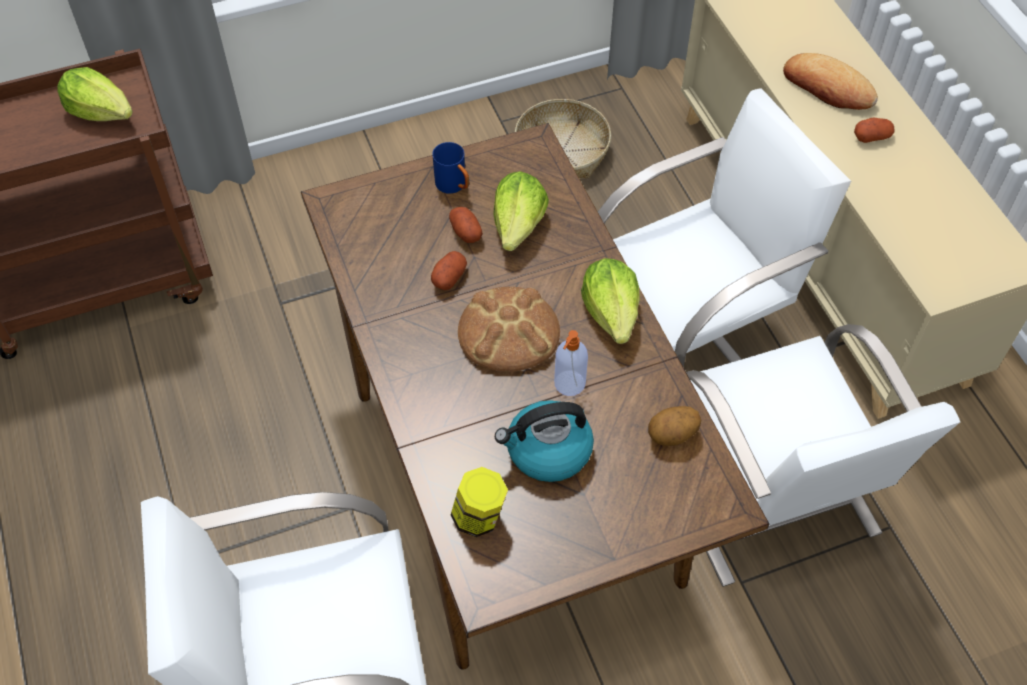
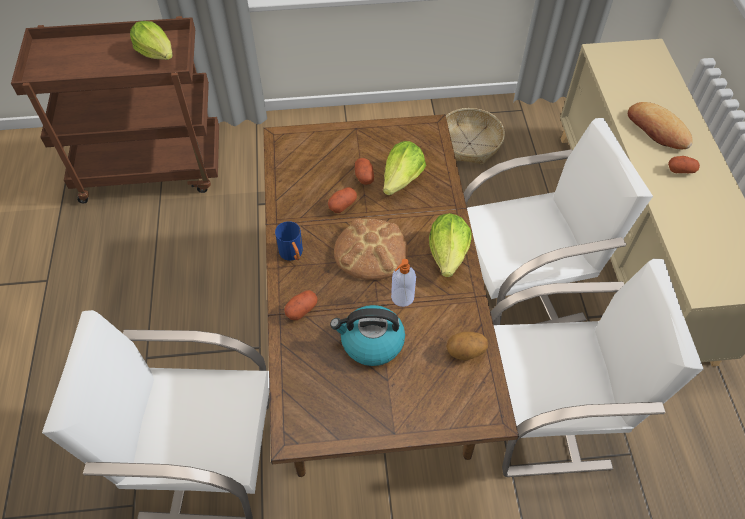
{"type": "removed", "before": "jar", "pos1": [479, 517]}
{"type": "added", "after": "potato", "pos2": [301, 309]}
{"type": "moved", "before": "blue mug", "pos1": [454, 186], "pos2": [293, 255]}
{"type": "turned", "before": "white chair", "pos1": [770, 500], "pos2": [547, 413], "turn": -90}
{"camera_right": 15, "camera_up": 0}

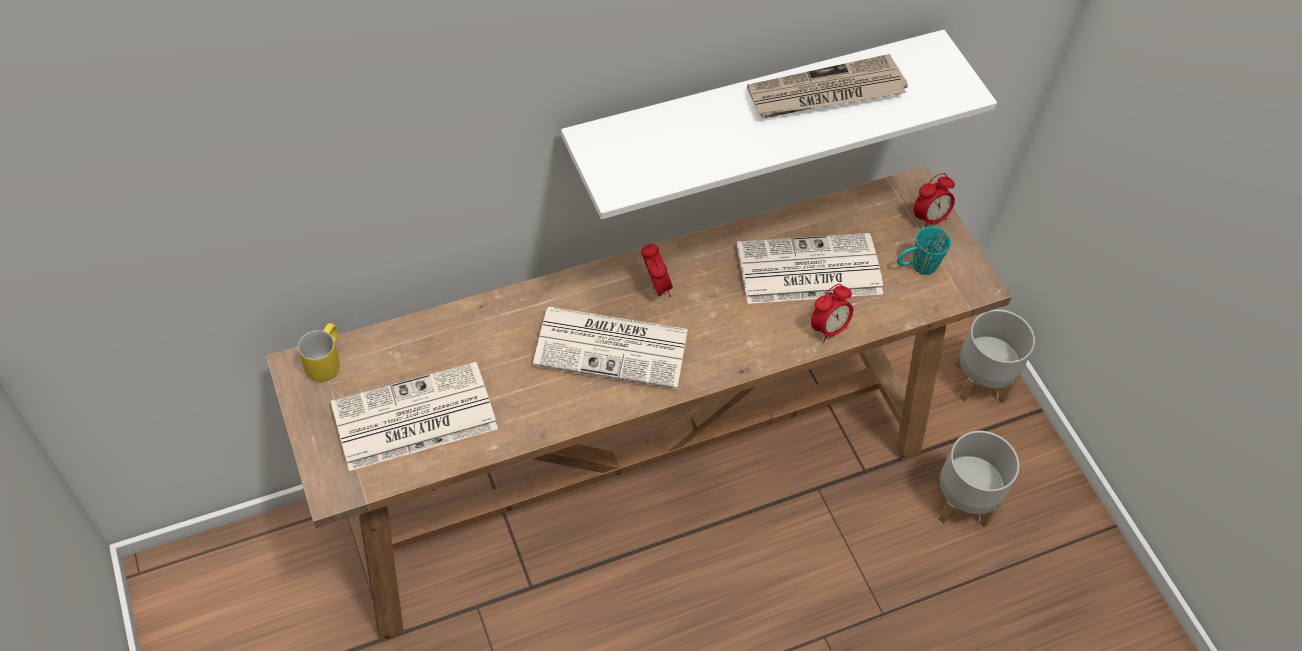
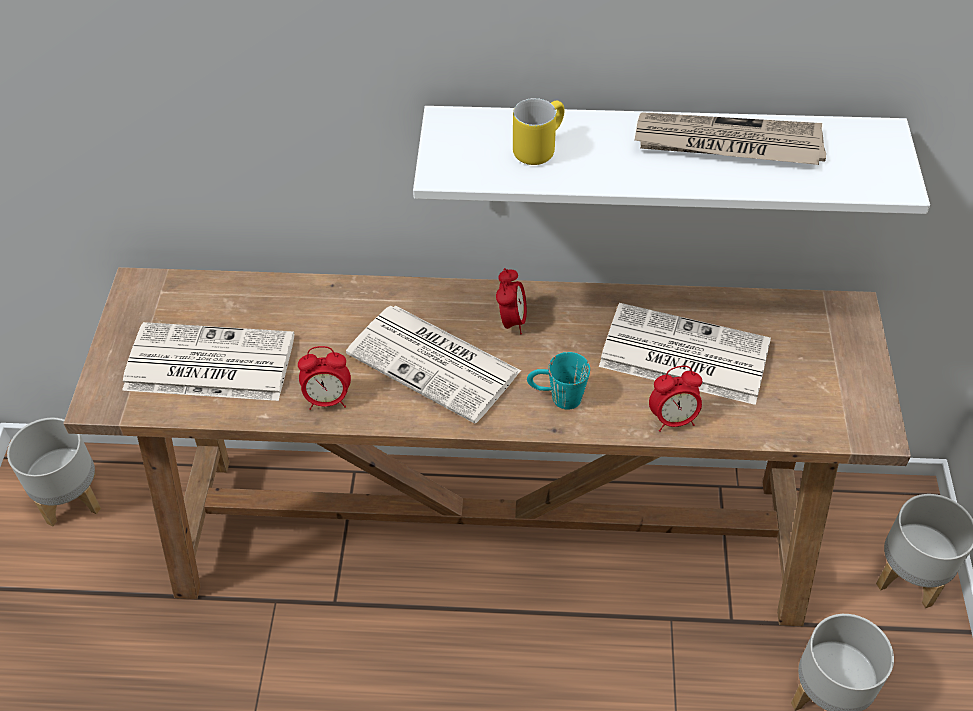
{"type": "added", "after": "grey planter", "pos2": [71, 497]}
{"type": "moved", "before": "yellow mug", "pos1": [324, 361], "pos2": [537, 147]}
{"type": "moved", "before": "turquoise mug", "pos1": [916, 267], "pos2": [556, 397]}
{"type": "moved", "before": "alarm clock", "pos1": [929, 218], "pos2": [328, 400]}
{"camera_right": 30, "camera_up": -5}

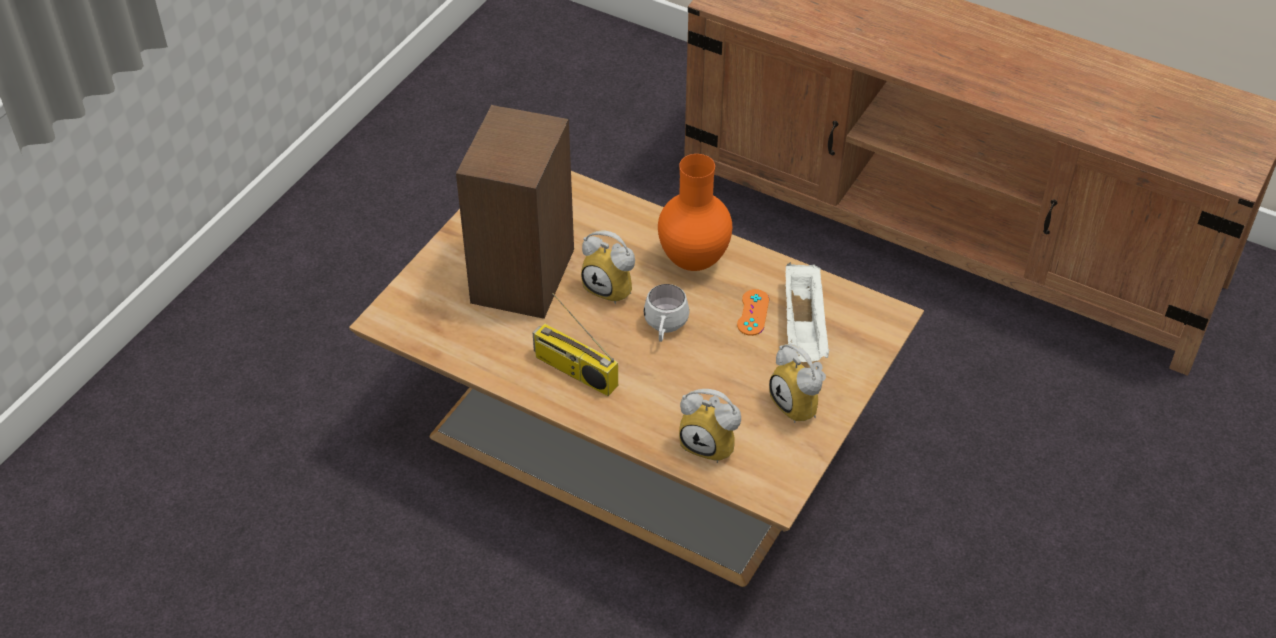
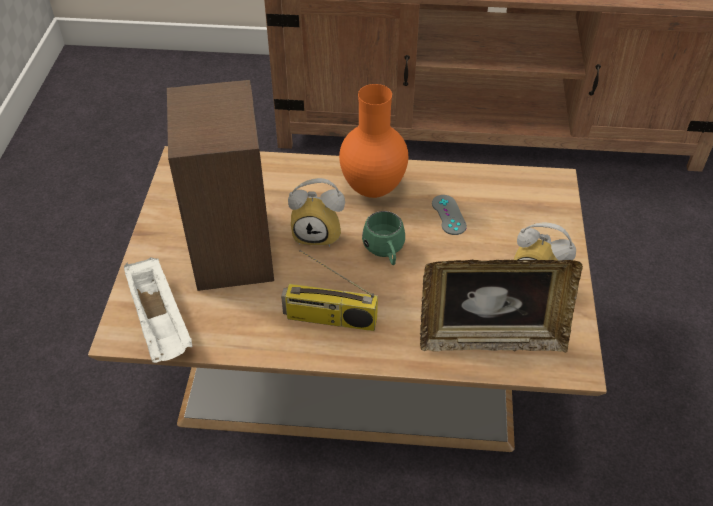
{"type": "moved", "before": "white tray", "pos1": [804, 329], "pos2": [161, 323]}
{"type": "replaced", "before": "alarm clock", "after": "picture frame", "pos1": [712, 443], "pos2": [491, 339]}
{"type": "recoloured", "before": "white mug", "after": "green mug", "pos1": [664, 329], "pos2": [385, 253]}
{"type": "recoloured", "before": "orange game controller", "after": "grey game controller", "pos1": [753, 312], "pos2": [448, 215]}
{"camera_right": -25, "camera_up": 0}

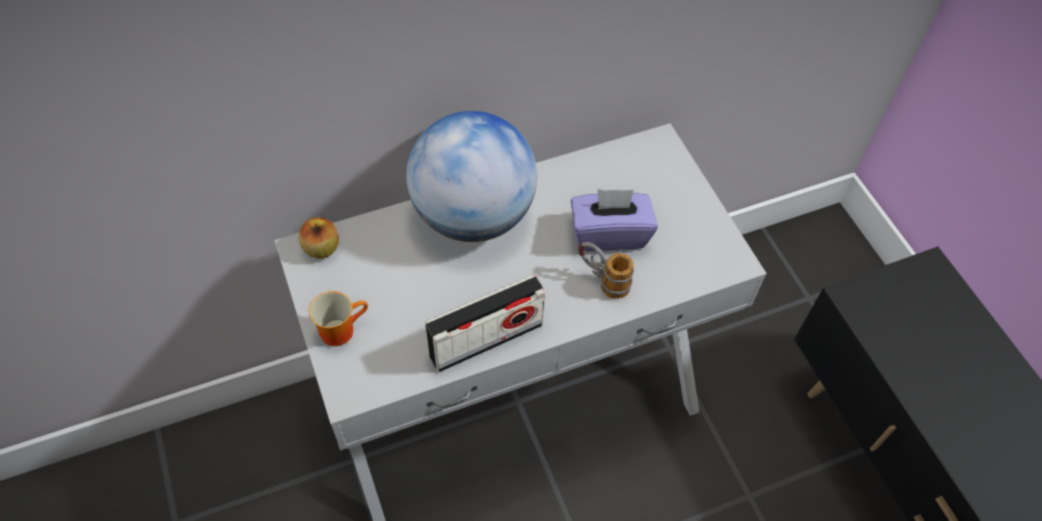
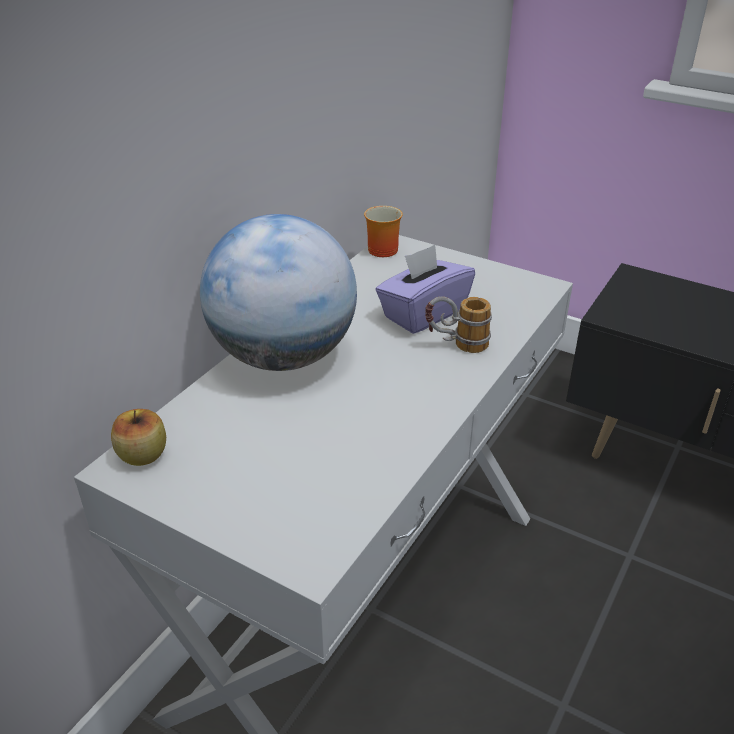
{"type": "removed", "before": "radio", "pos1": [486, 340]}
{"type": "moved", "before": "mug", "pos1": [340, 328], "pos2": [382, 248]}
{"camera_right": -35, "camera_up": -20}

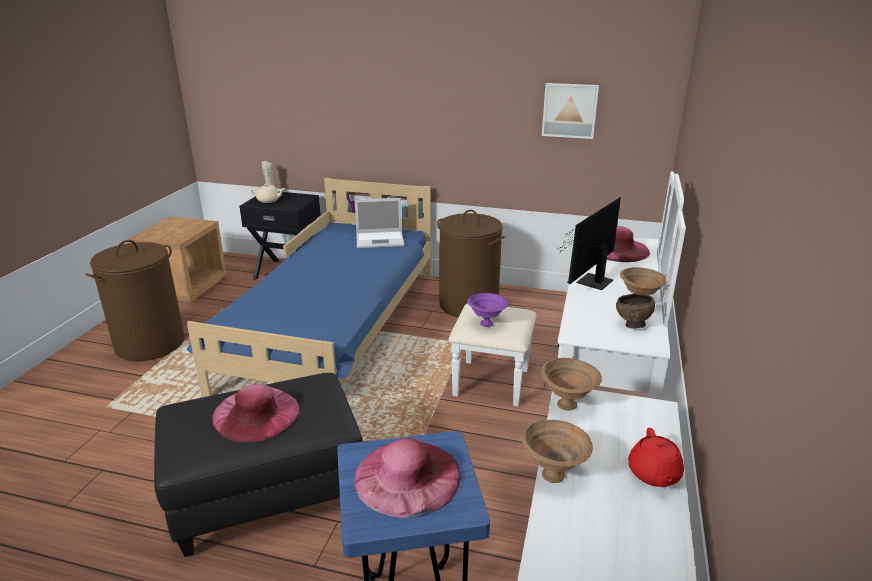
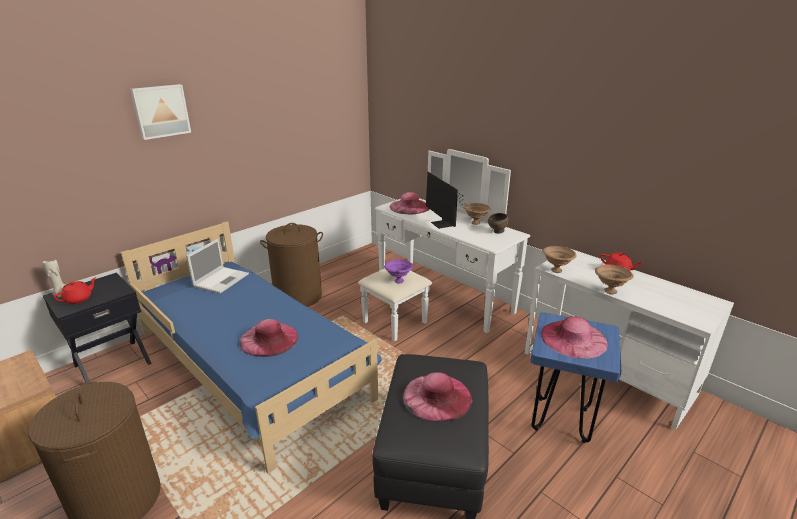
{"type": "added", "after": "pink hat", "pos2": [269, 339]}
{"type": "moved", "before": "picture", "pos1": [569, 110], "pos2": [161, 111]}
{"type": "recoloured", "before": "beige teapot", "after": "red teapot", "pos1": [269, 200], "pos2": [79, 299]}
{"camera_right": -60, "camera_up": 0}

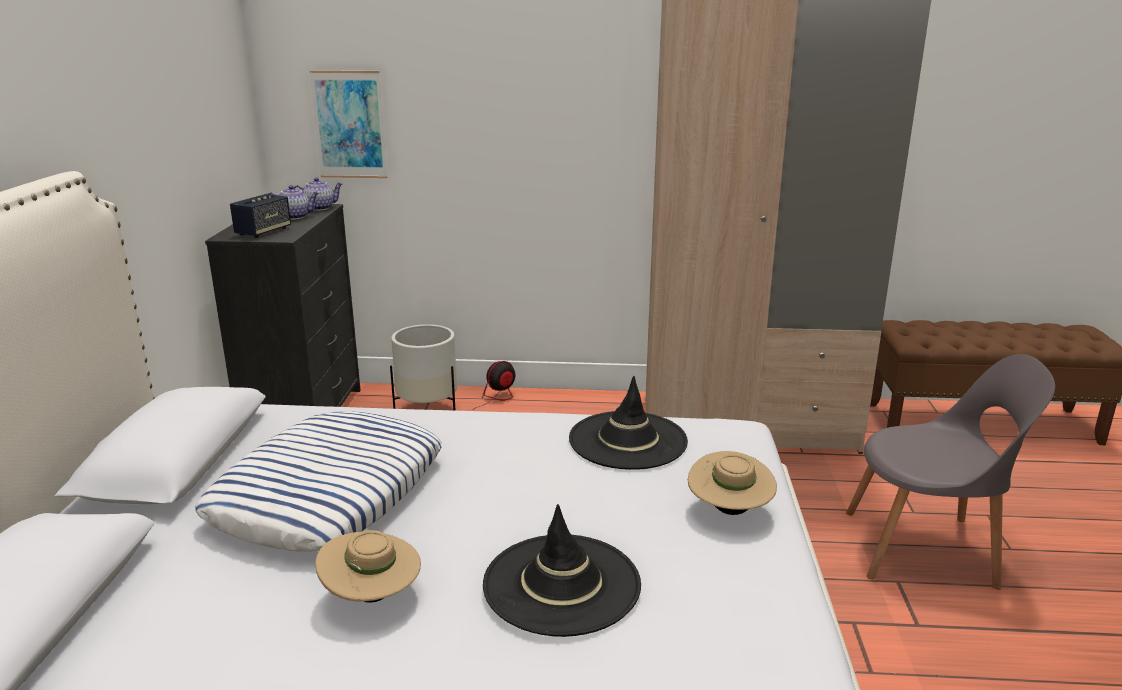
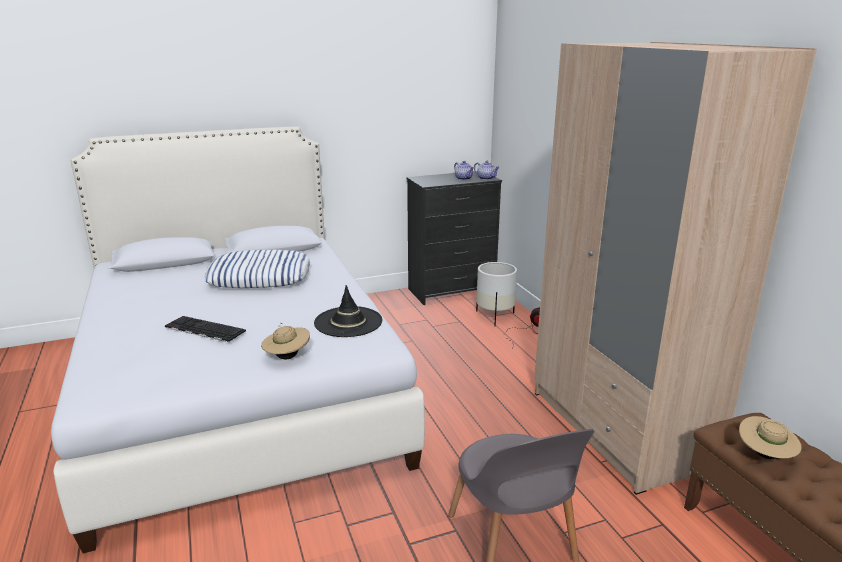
{"type": "removed", "before": "speaker", "pos1": [263, 232]}
{"type": "removed", "before": "picture", "pos1": [349, 125]}
{"type": "moved", "before": "beige hat", "pos1": [372, 596], "pos2": [765, 455]}
{"type": "replaced", "before": "black hat", "after": "keyboard", "pos1": [562, 584], "pos2": [203, 329]}
{"camera_right": 65, "camera_up": 0}

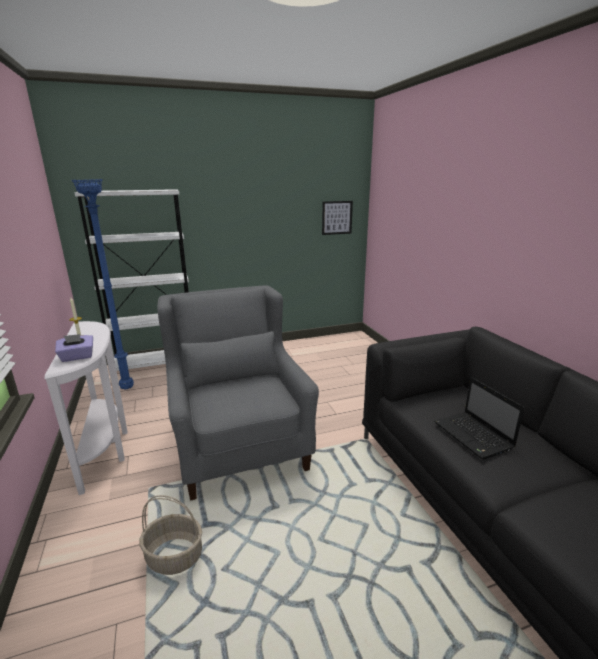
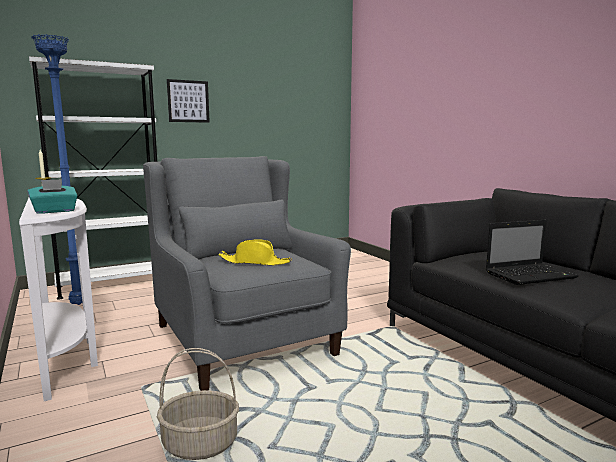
{"type": "added", "after": "yellow hat", "pos2": [255, 262]}
{"type": "moved", "before": "picture", "pos1": [337, 217], "pos2": [188, 101]}
{"type": "recoloured", "before": "purple tissue box", "after": "turquoise tissue box", "pos1": [77, 357], "pos2": [54, 211]}
{"type": "turned", "before": "laptop", "pos1": [474, 436], "pos2": [531, 275], "turn": -75}
{"camera_right": -10, "camera_up": -10}

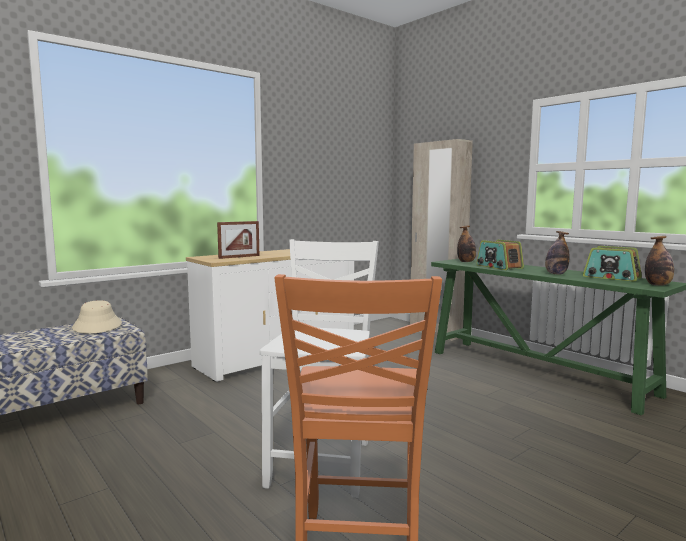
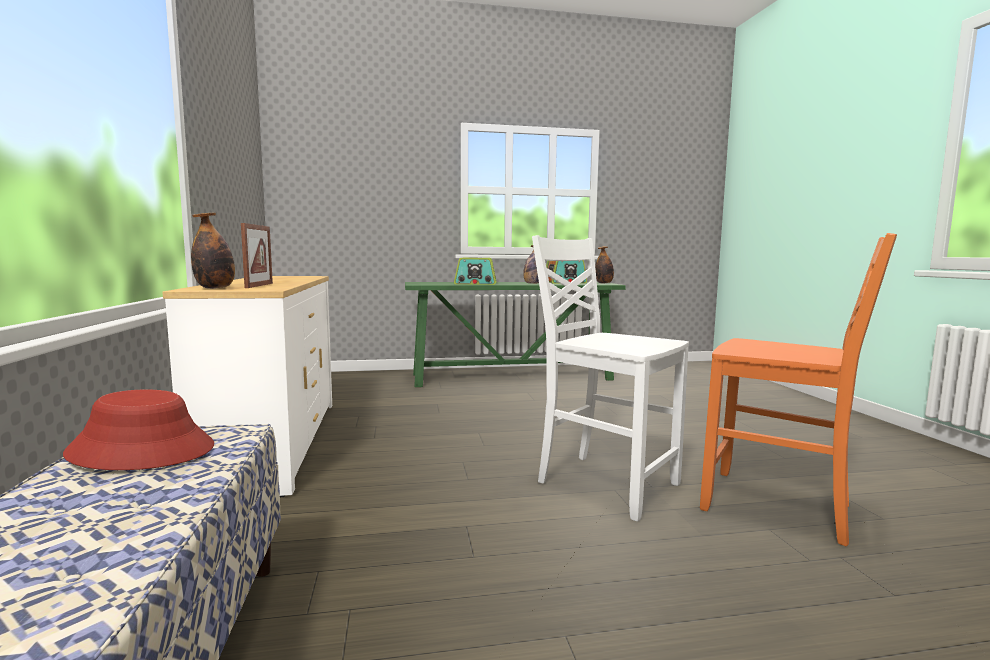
{"type": "removed", "before": "beige wardrobe", "pos1": [436, 333]}
{"type": "moved", "before": "bottle", "pos1": [466, 262], "pos2": [215, 288]}
{"type": "recoloured", "before": "beige hat", "after": "red hat", "pos1": [97, 326], "pos2": [142, 450]}
{"camera_right": -60, "camera_up": 0}

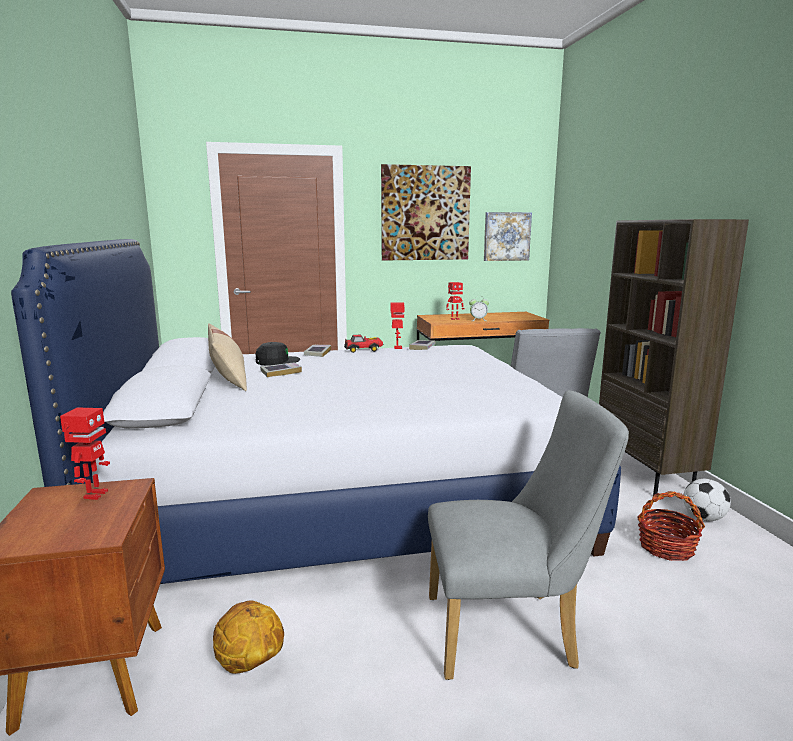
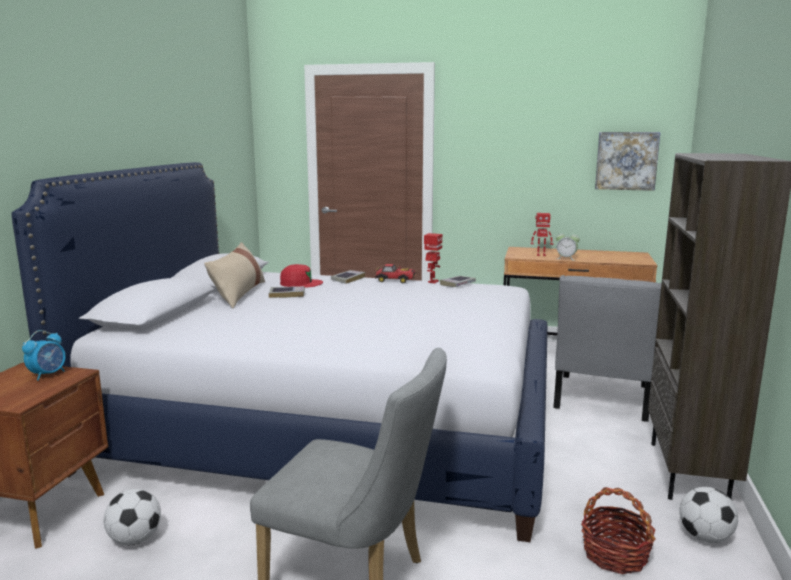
{"type": "removed", "before": "picture", "pos1": [425, 213]}
{"type": "replaced", "before": "toy robot", "after": "alarm clock", "pos1": [94, 495], "pos2": [48, 374]}
{"type": "replaced", "before": "basketball", "after": "football", "pos1": [249, 664], "pos2": [135, 539]}
{"type": "recoloured", "before": "black cap", "after": "red cap", "pos1": [277, 361], "pos2": [300, 283]}
{"camera_right": 25, "camera_up": 0}

